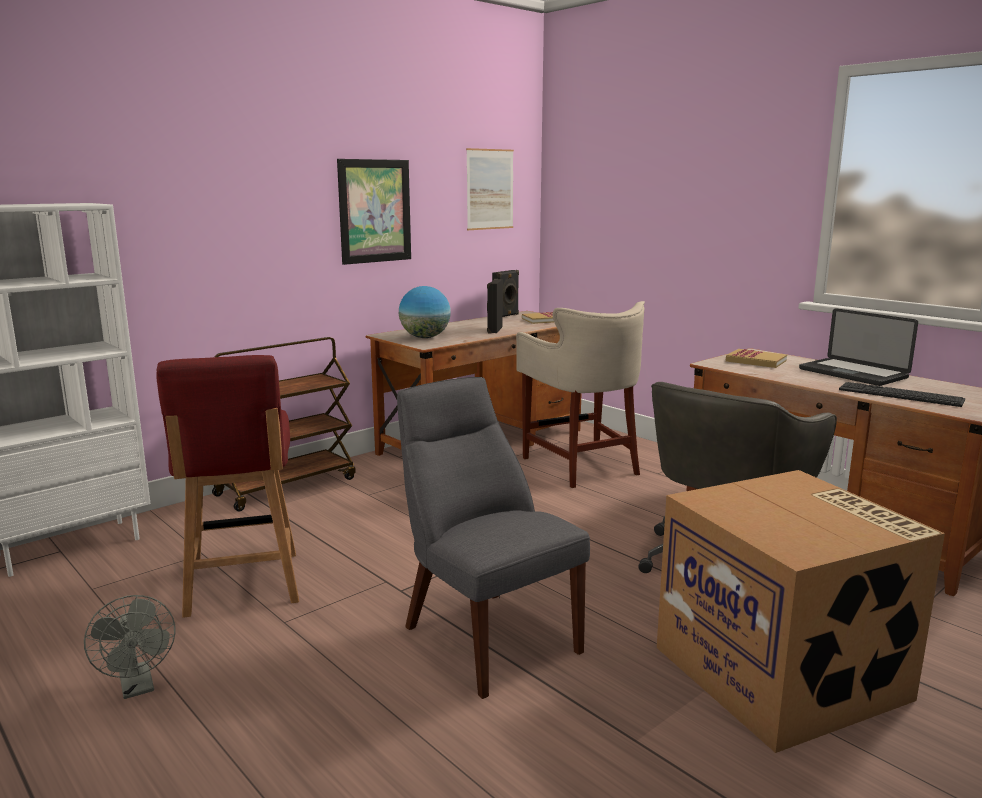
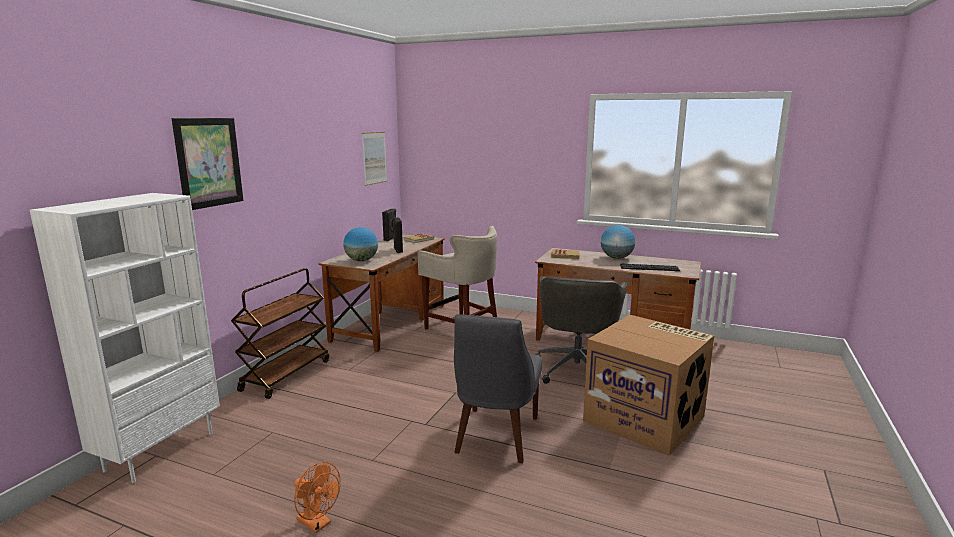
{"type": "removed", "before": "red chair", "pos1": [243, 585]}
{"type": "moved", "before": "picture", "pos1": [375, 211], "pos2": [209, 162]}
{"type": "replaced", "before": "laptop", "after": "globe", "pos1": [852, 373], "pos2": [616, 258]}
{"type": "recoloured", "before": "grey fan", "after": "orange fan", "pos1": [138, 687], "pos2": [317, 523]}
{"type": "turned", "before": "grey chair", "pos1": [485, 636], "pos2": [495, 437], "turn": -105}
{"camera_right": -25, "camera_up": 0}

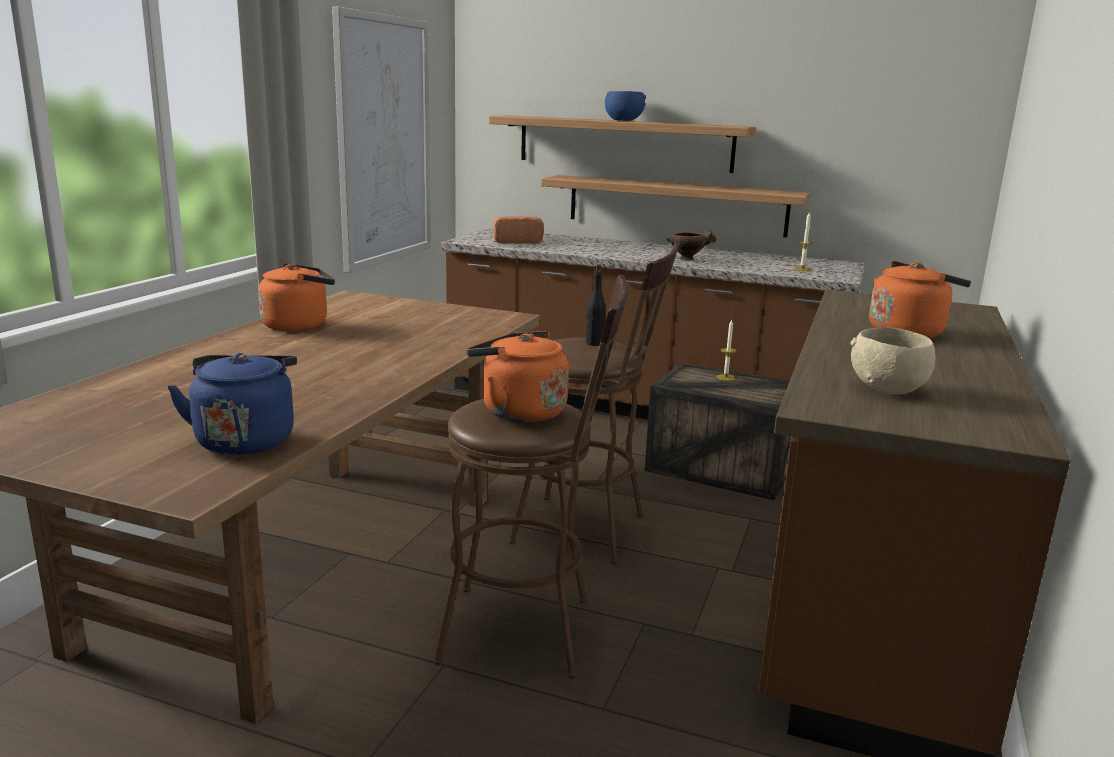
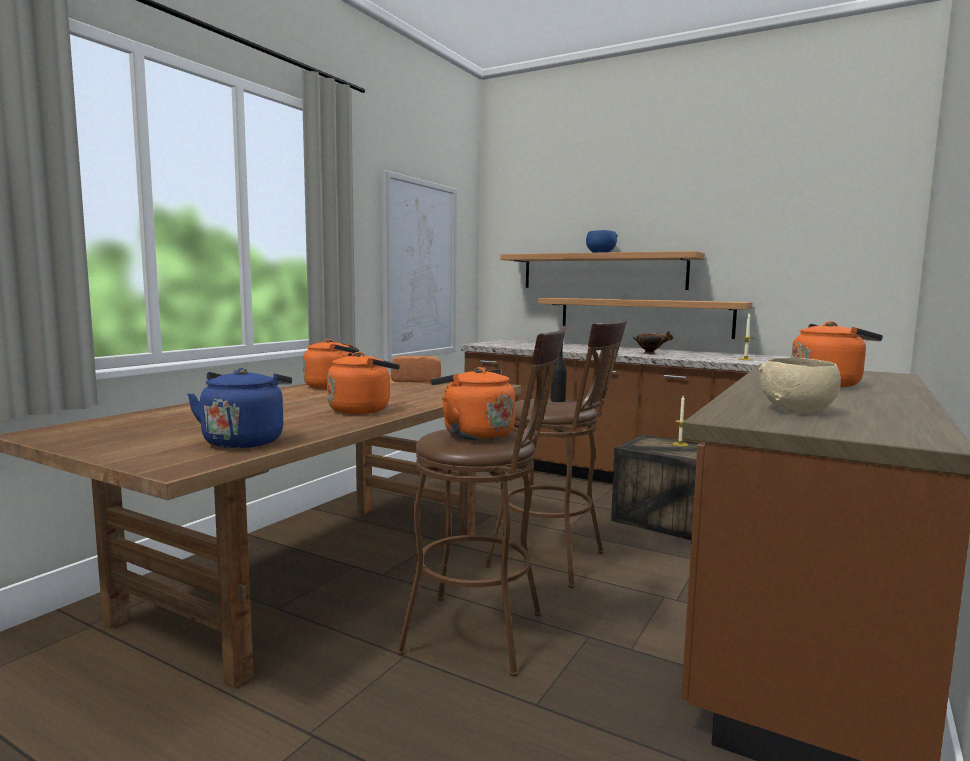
{"type": "added", "after": "orange kettle", "pos2": [363, 410]}
{"type": "moved", "before": "bread", "pos1": [516, 241], "pos2": [416, 381]}
{"camera_right": 10, "camera_up": -10}

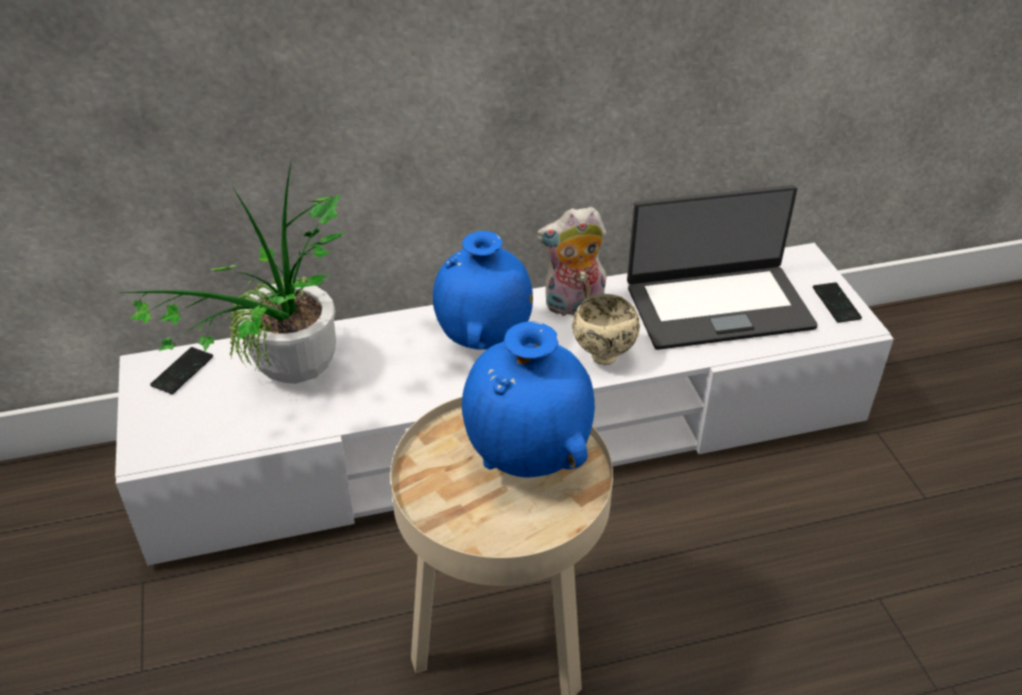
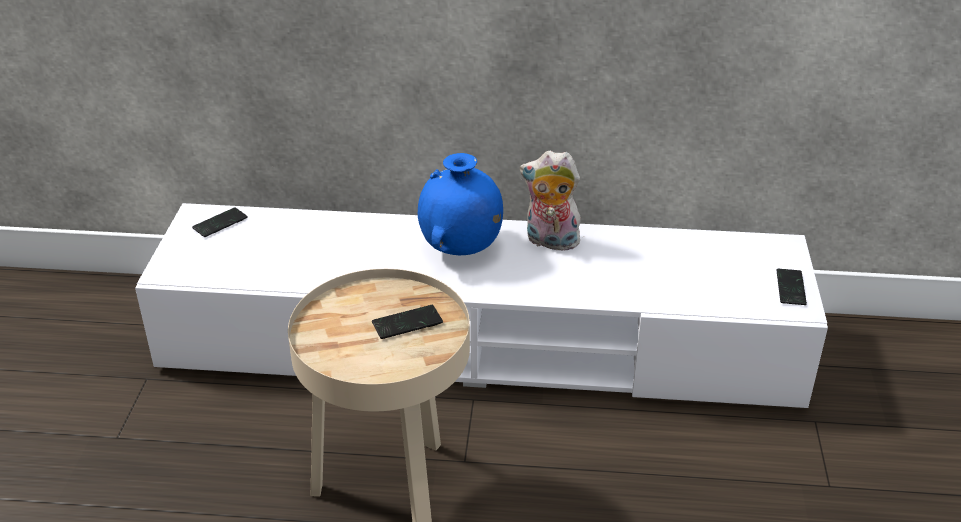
{"type": "removed", "before": "potted plant", "pos1": [287, 380]}
{"type": "removed", "before": "beige bowl", "pos1": [602, 356]}
{"type": "removed", "before": "laptop", "pos1": [717, 306]}
{"type": "replaced", "before": "blue vase", "after": "phone", "pos1": [528, 458], "pos2": [407, 323]}
{"camera_right": 20, "camera_up": -5}

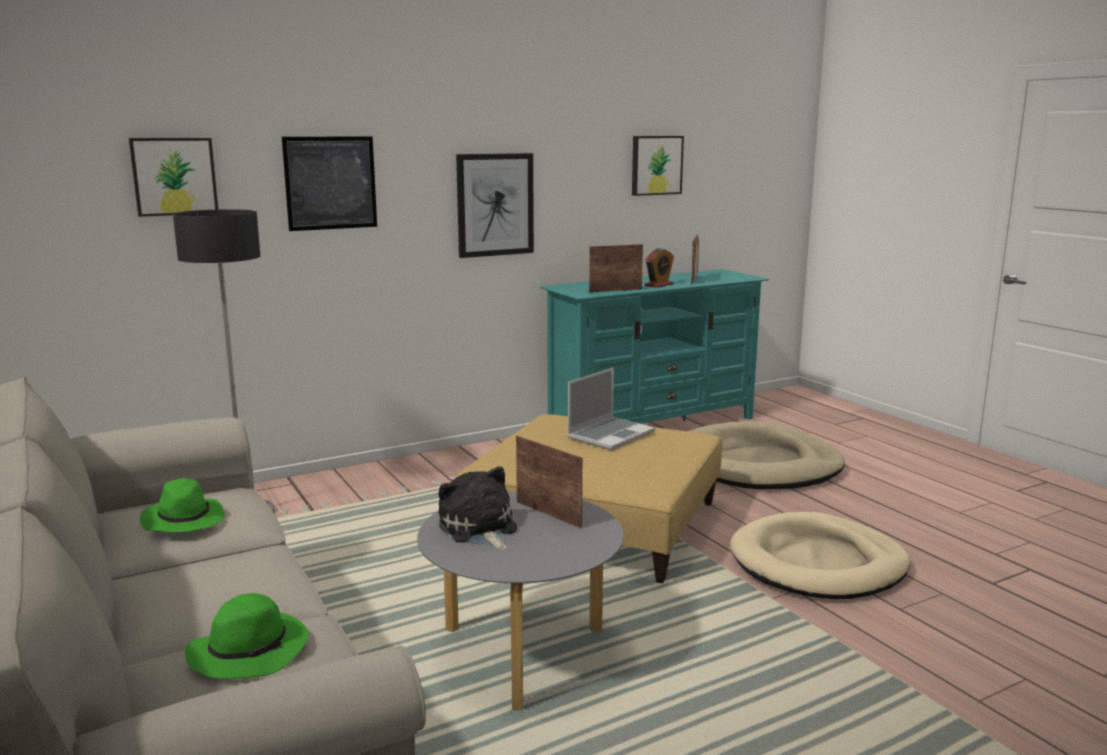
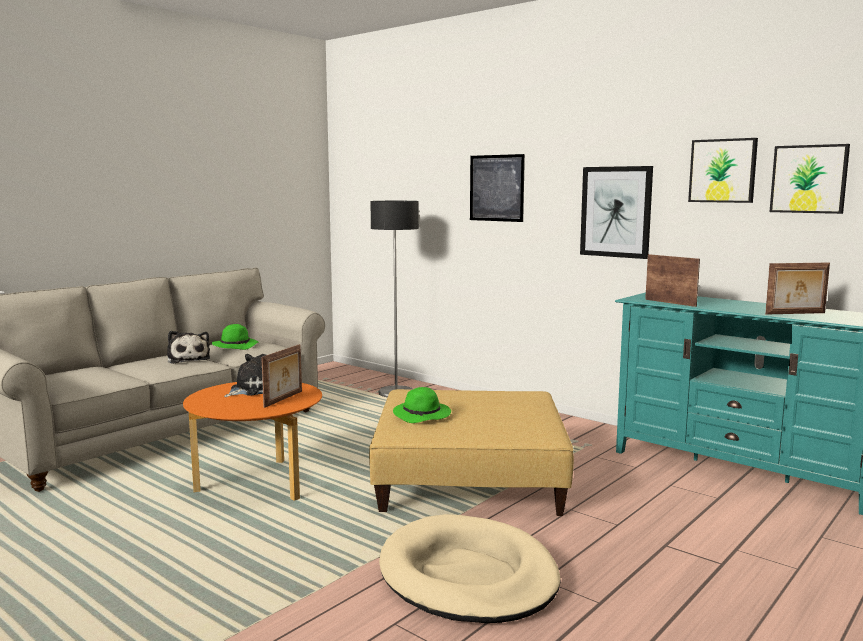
{"type": "removed", "before": "laptop", "pos1": [610, 435]}
{"type": "removed", "before": "alarm clock", "pos1": [659, 285]}
{"type": "removed", "before": "beige dog bed", "pos1": [757, 464]}
{"type": "added", "after": "plush toy", "pos2": [188, 359]}
{"type": "moved", "before": "picture", "pos1": [174, 176], "pos2": [723, 171]}
{"type": "moved", "before": "green hat", "pos1": [250, 650], "pos2": [422, 415]}
{"type": "recoloured", "before": "grey coffee table", "after": "orange coffee table", "pos1": [522, 653], "pos2": [258, 483]}
{"camera_right": 70, "camera_up": -5}

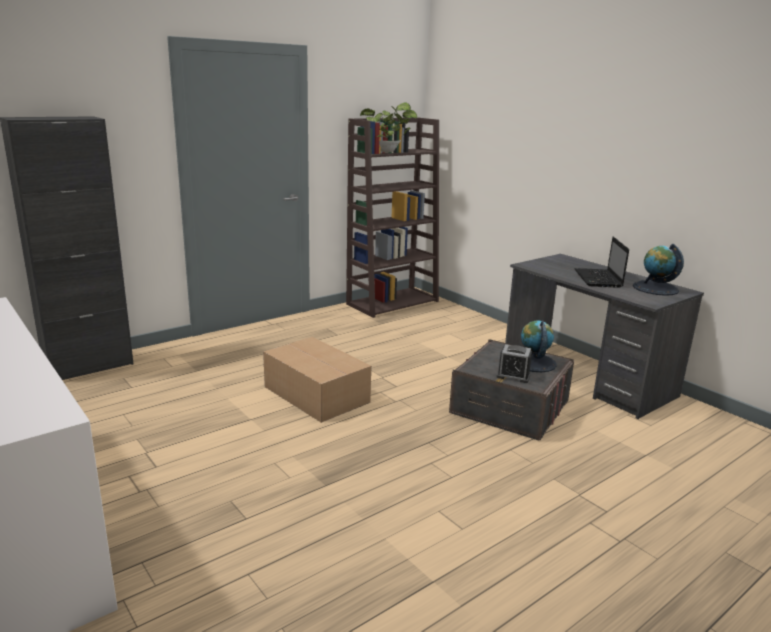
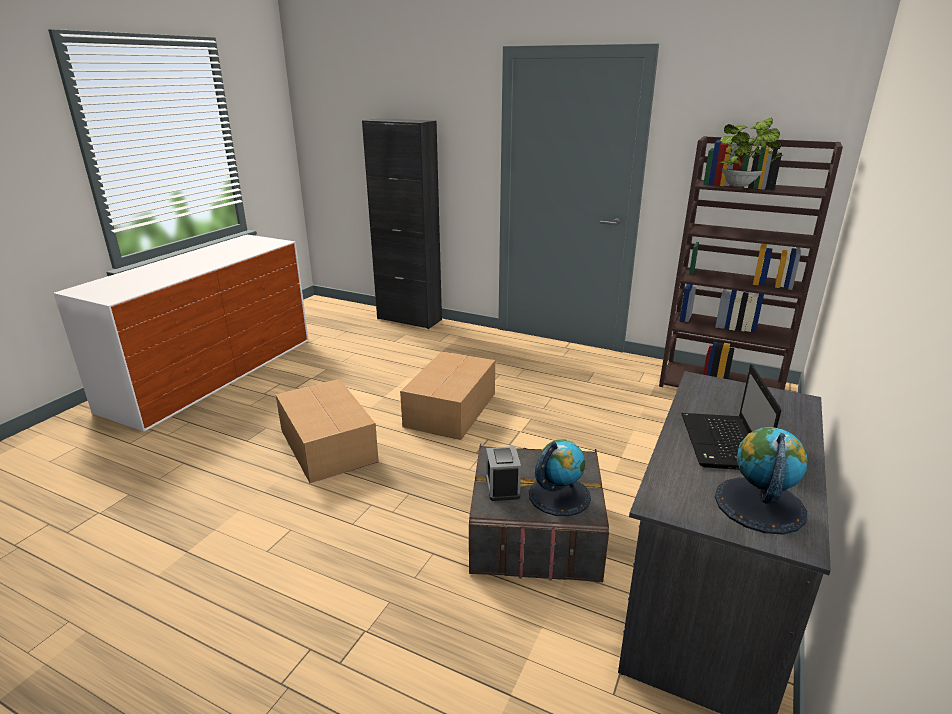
{"type": "added", "after": "cardboard box", "pos2": [328, 444]}
{"type": "turned", "before": "laptop", "pos1": [598, 279], "pos2": [722, 444], "turn": -60}
{"camera_right": 65, "camera_up": 5}

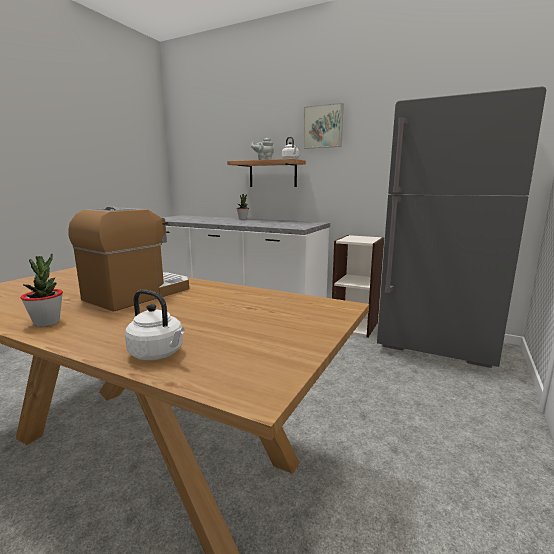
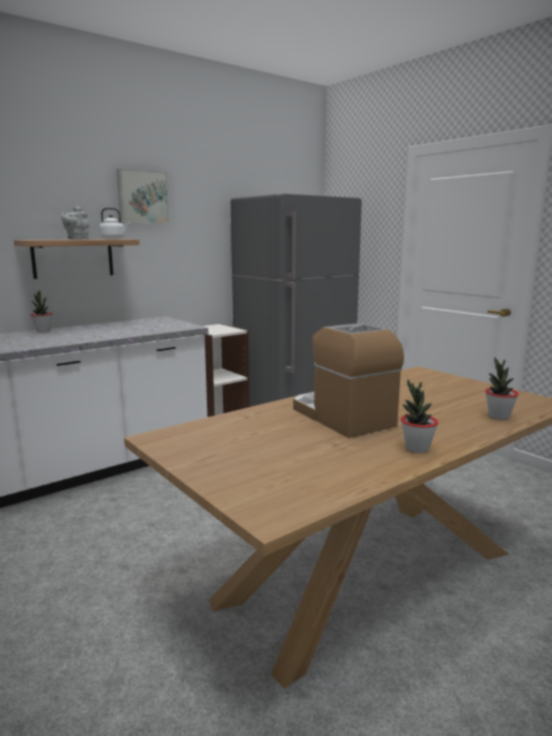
{"type": "replaced", "before": "white kettle", "after": "potted plant", "pos1": [158, 354], "pos2": [498, 416]}
{"camera_right": -65, "camera_up": 0}

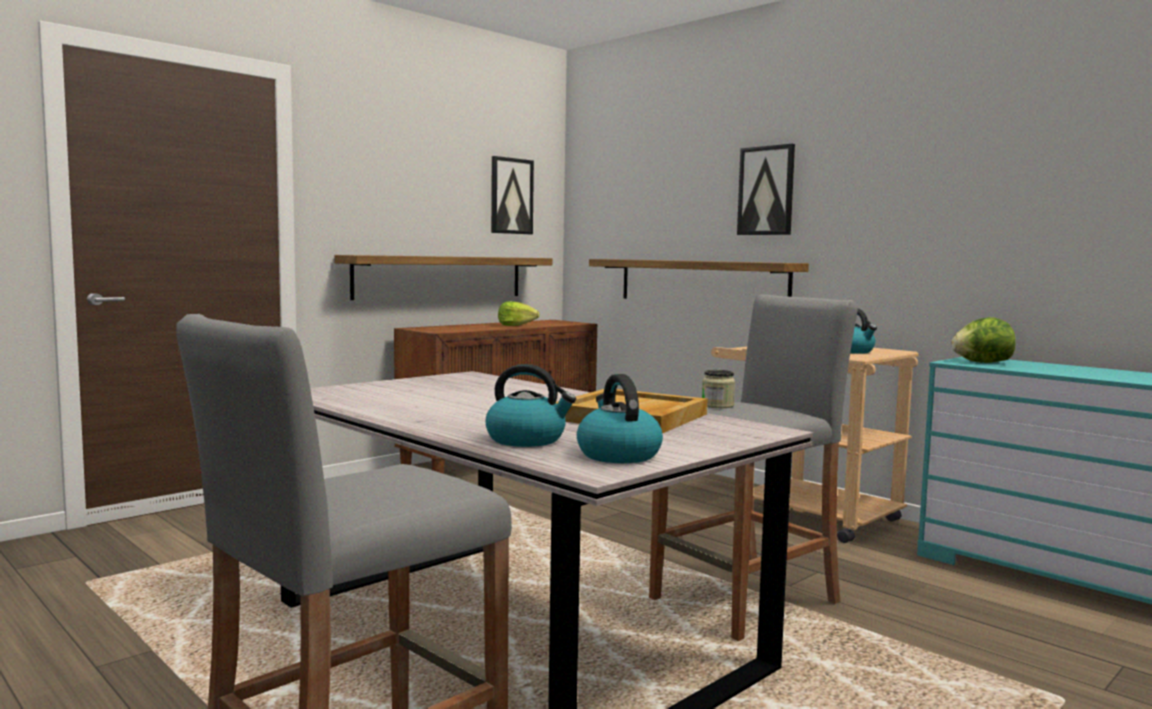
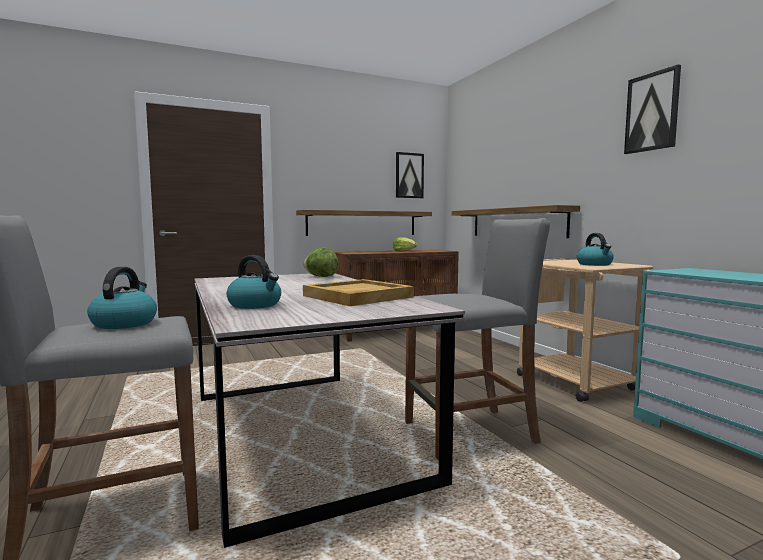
{"type": "removed", "before": "jar", "pos1": [717, 405]}
{"type": "moved", "before": "kettle", "pos1": [617, 455], "pos2": [124, 323]}
{"type": "moved", "before": "picture", "pos1": [766, 191], "pos2": [652, 112]}
{"type": "moved", "before": "lettuce", "pos1": [982, 362], "pos2": [321, 276]}
{"camera_right": 20, "camera_up": 0}

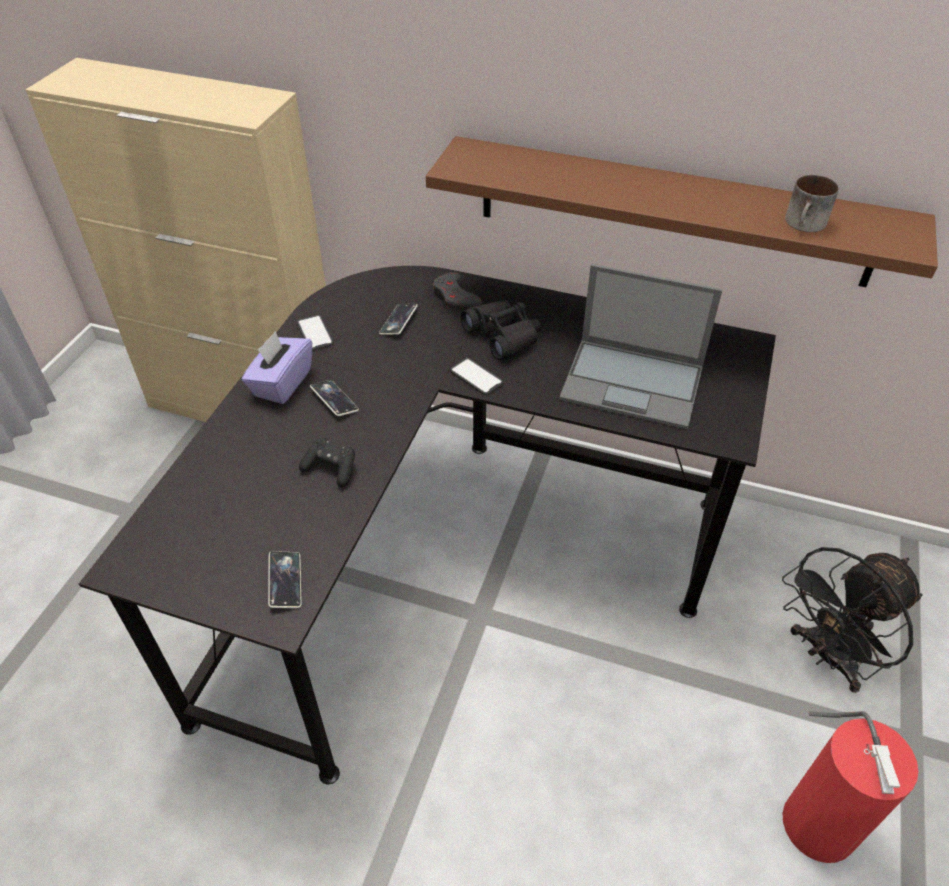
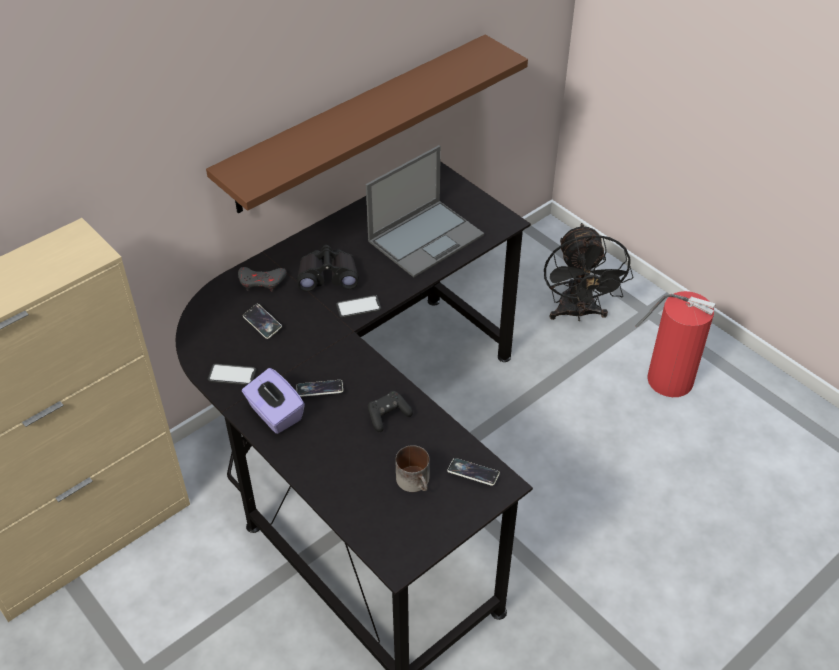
{"type": "moved", "before": "mug", "pos1": [805, 224], "pos2": [416, 481]}
{"camera_right": -60, "camera_up": 0}

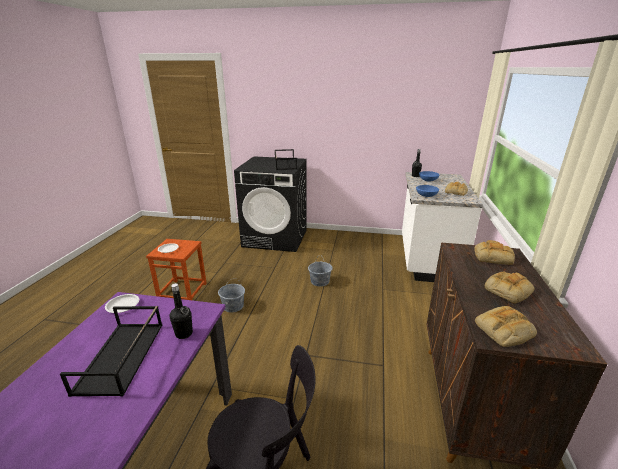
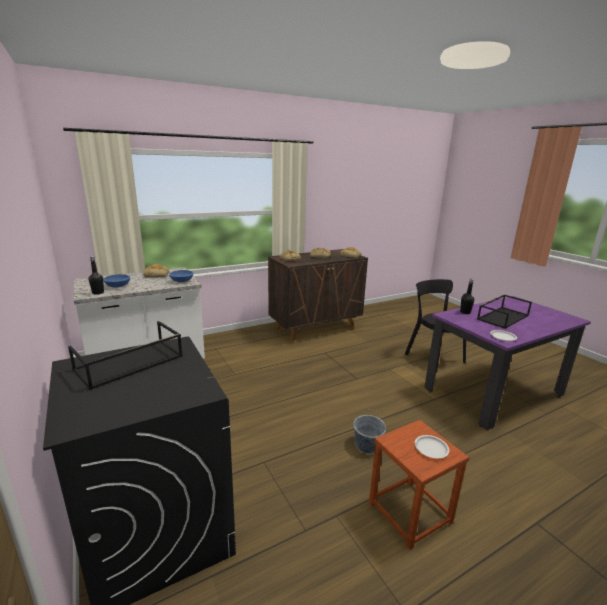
{"type": "removed", "before": "grey bucket", "pos1": [320, 281]}
{"camera_right": -130, "camera_up": -5}

